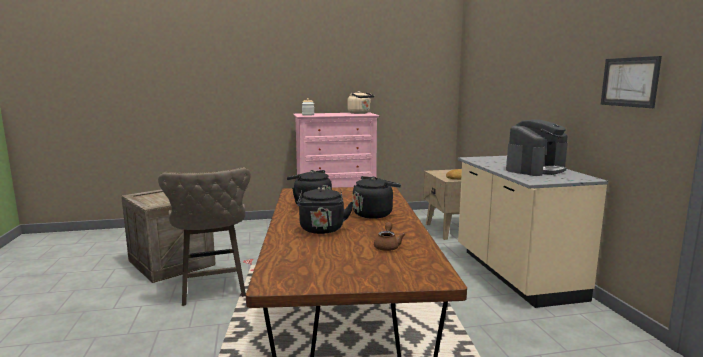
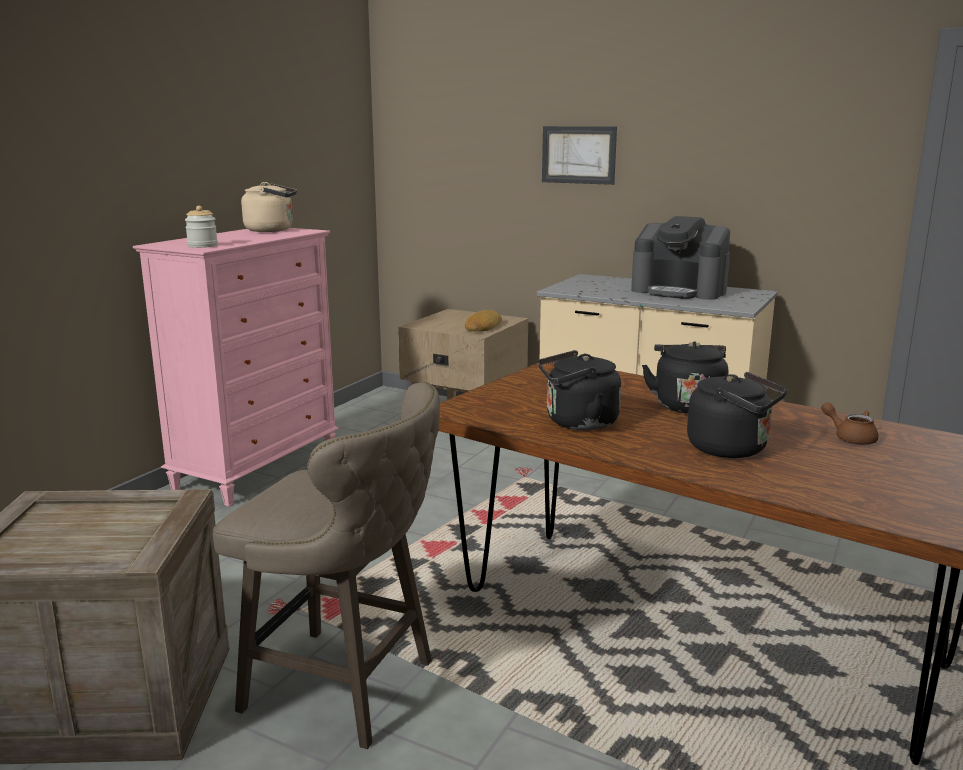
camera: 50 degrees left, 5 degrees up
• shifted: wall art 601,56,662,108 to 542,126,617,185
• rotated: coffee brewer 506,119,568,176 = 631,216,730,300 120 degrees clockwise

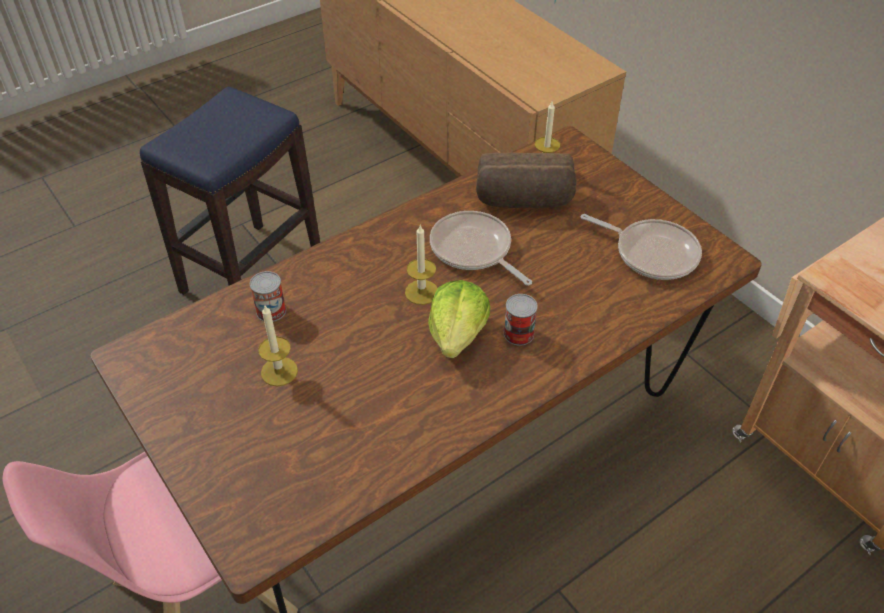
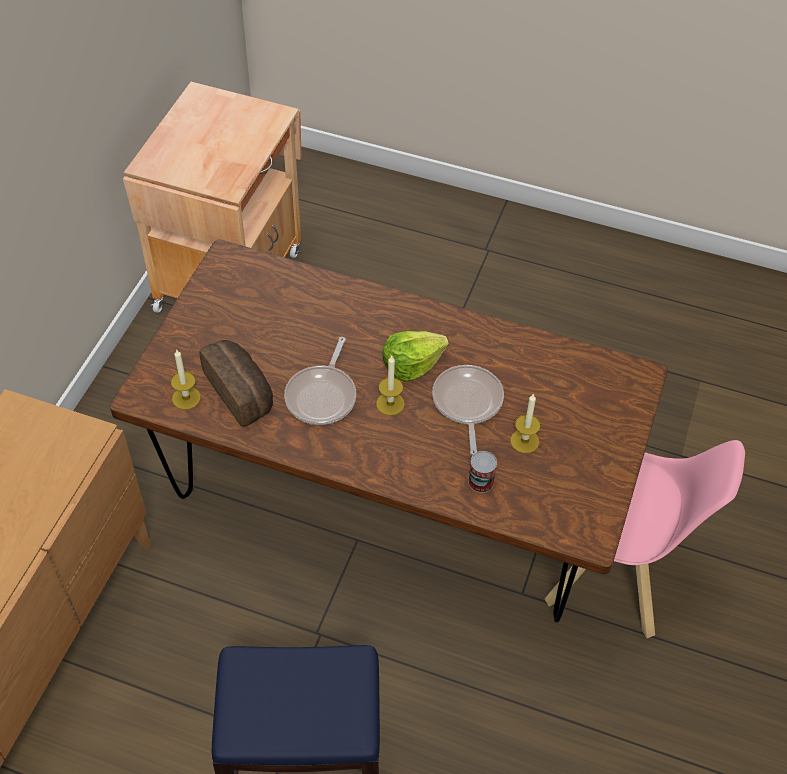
camera: 125 degrees left, 5 degrees up
• shifted: skillet 581,214,702,280 to 432,365,504,455
• gone: can 504,294,538,346

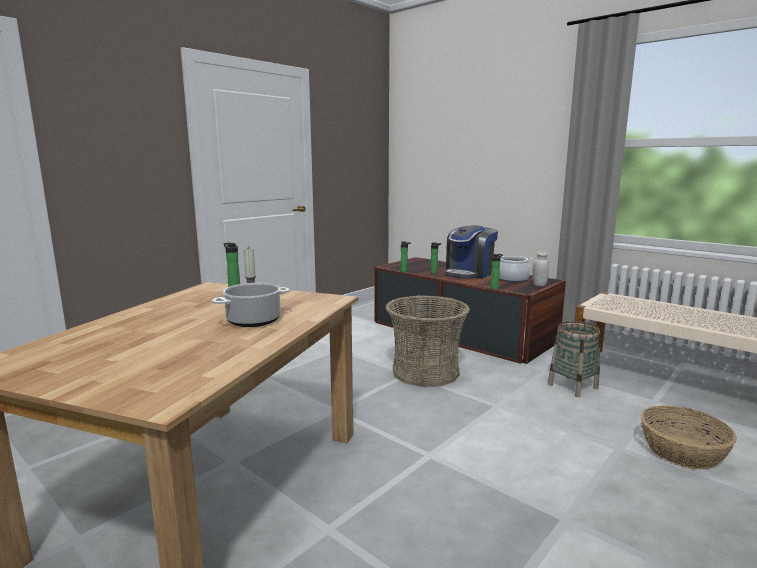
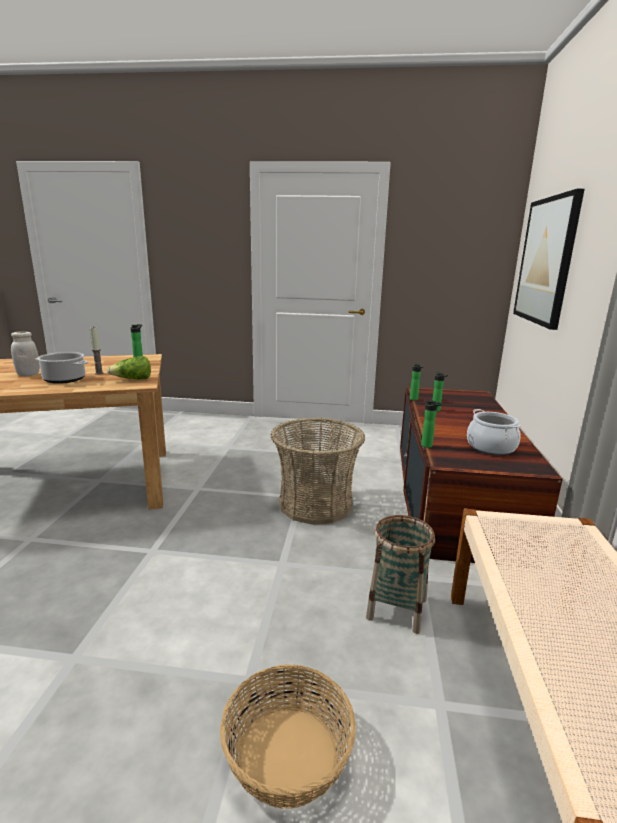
camera: 55 degrees right, 5 degrees up
• shifted: white-coloured storage jar 532,251,549,287 to 11,332,40,376
• new: head of lettuce 107,356,151,379
• new: wall art 513,189,585,330
• gone: coffee brewer 445,225,498,279

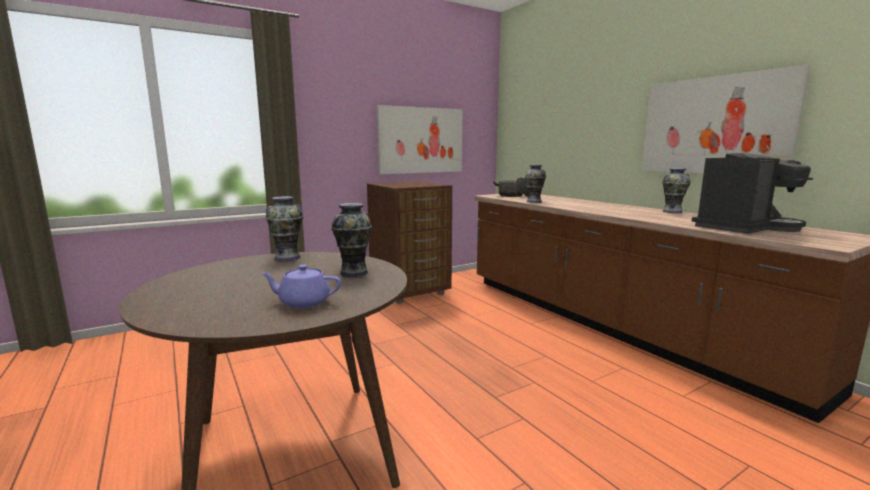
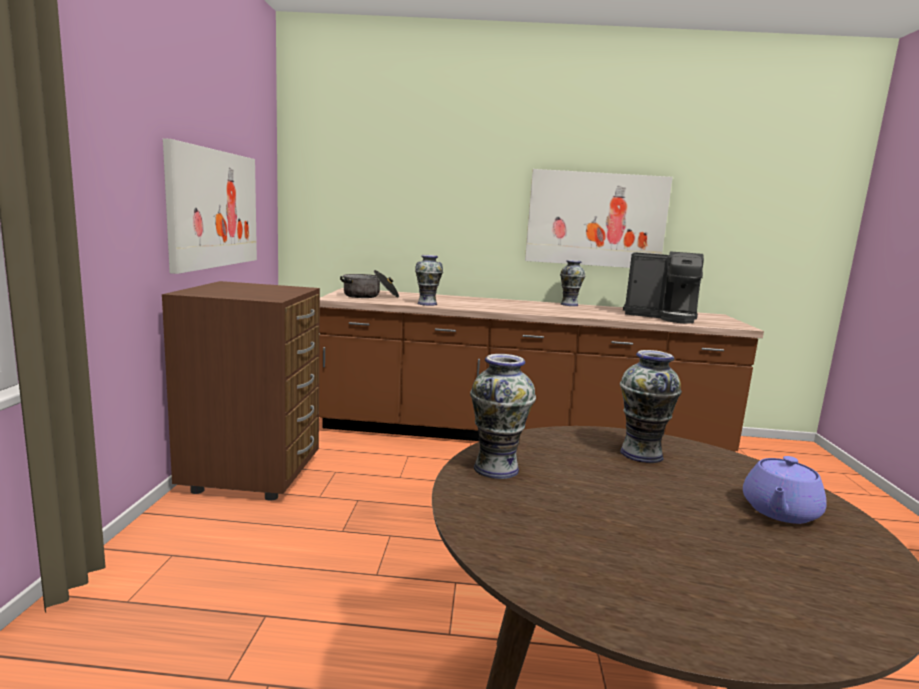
camera: 55 degrees left, 0 degrees up
• rotated: coffee brewer 691,153,813,234 = 623,251,704,324 105 degrees clockwise

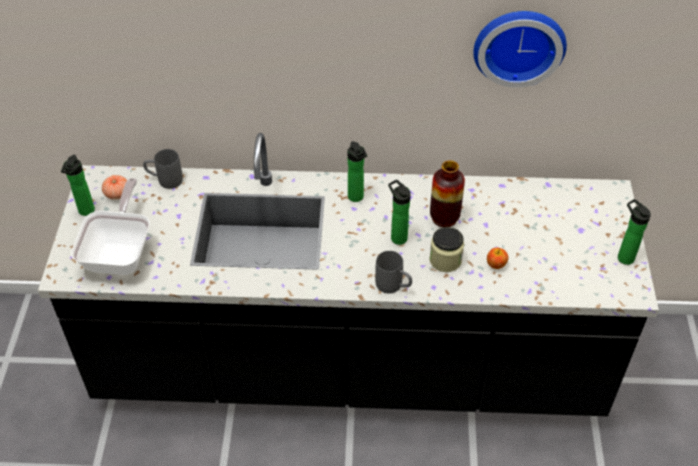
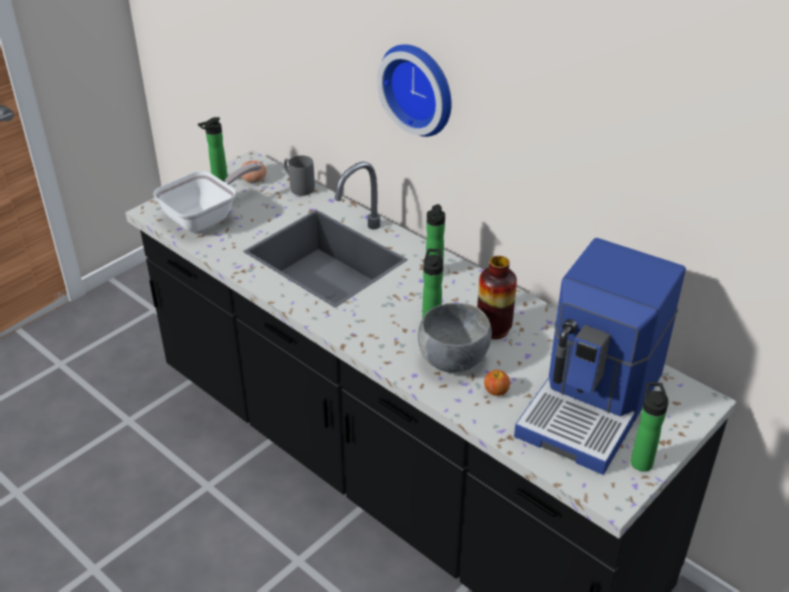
camera: 40 degrees right, 10 degrees down
• shifted: clock on the wall 473,11,567,88 to 377,45,451,137
• swapped: storage jar 429,227,464,272 to grey bowl 418,303,492,373
• new: coffee brewer 514,238,686,475
• gone: grey tea mug 375,251,412,293

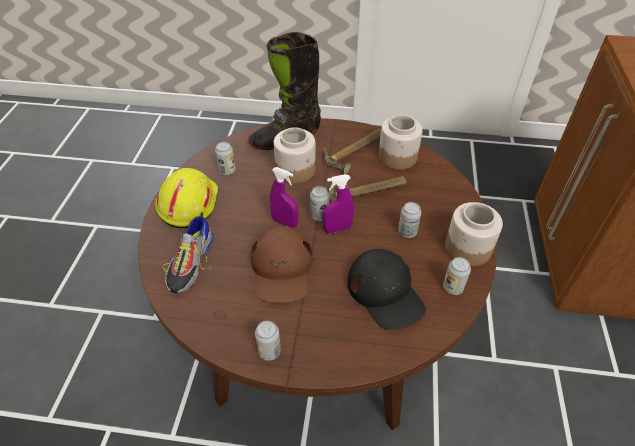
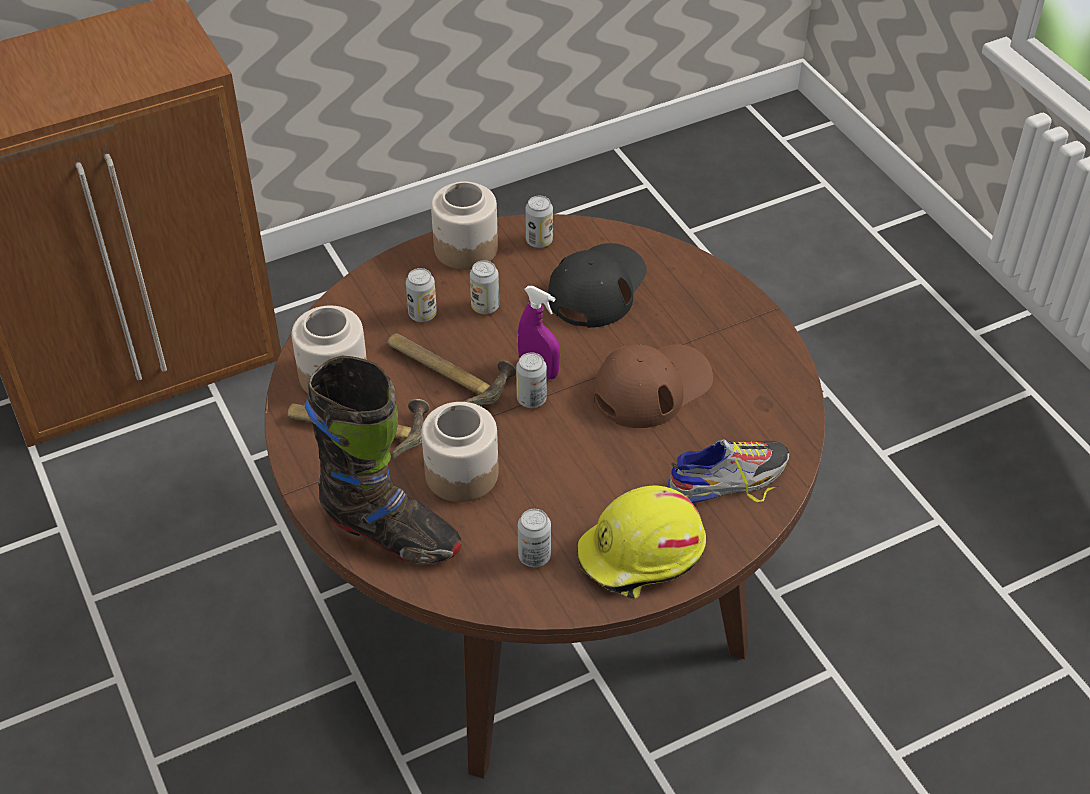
camera: 125 degrees left, 0 degrees up
• shifted: can 255,321,281,361 to 406,268,437,322
• gone: purple-coloured spray bottle 270,167,298,228

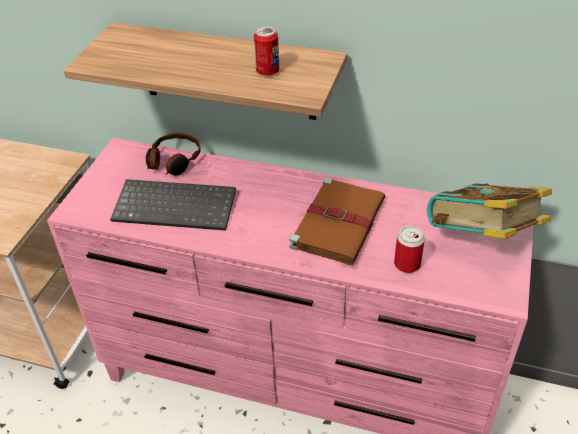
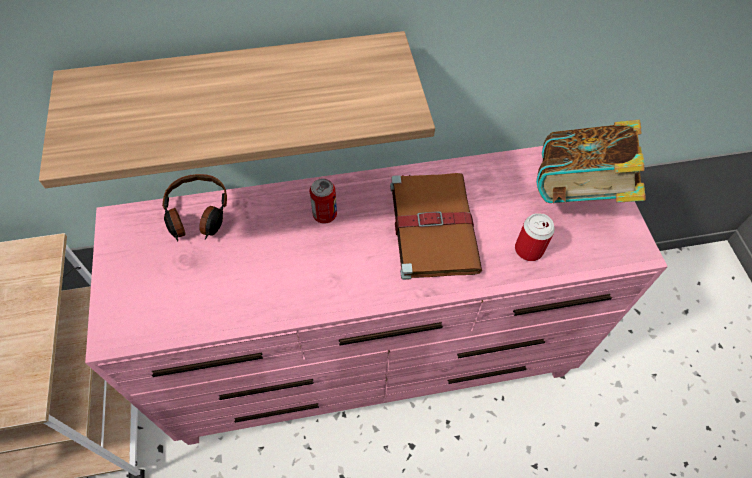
camera: 30 degrees left, 15 degrees up
• shifted: can 254,26,279,76 to 310,179,337,223
• gone: computer keyboard 110,179,236,231

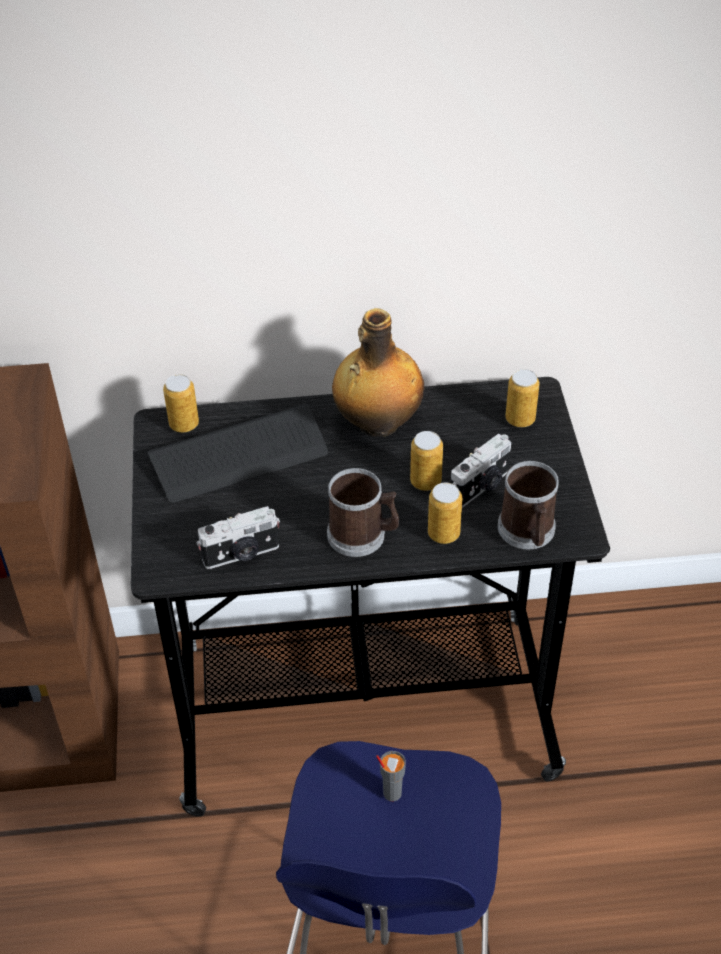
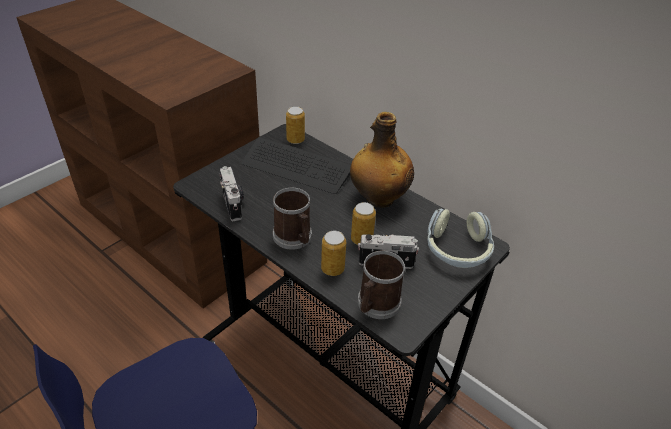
camera: 45 degrees right, 5 degrees down
• rotated: photo camera 197,506,280,569 = 219,166,244,221 135 degrees counterclockwise
• swapped: can 505,369,540,427 to headphones 427,209,494,268
• gone: grey cup 376,751,406,801

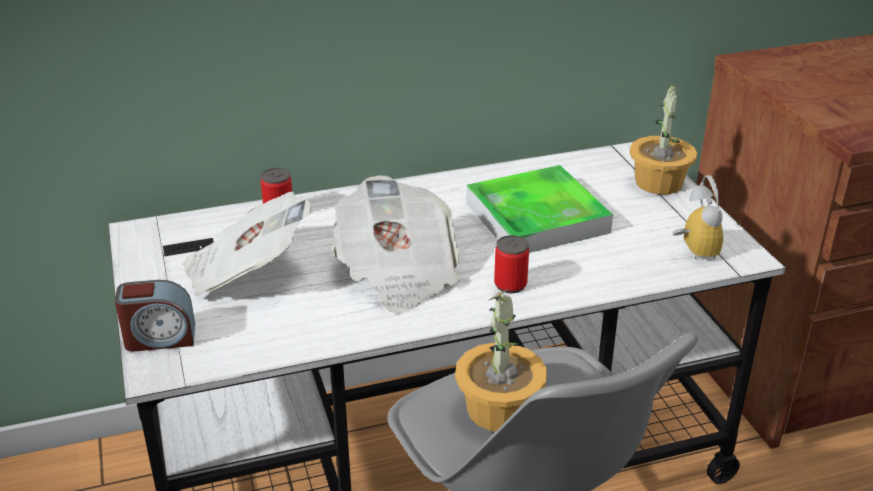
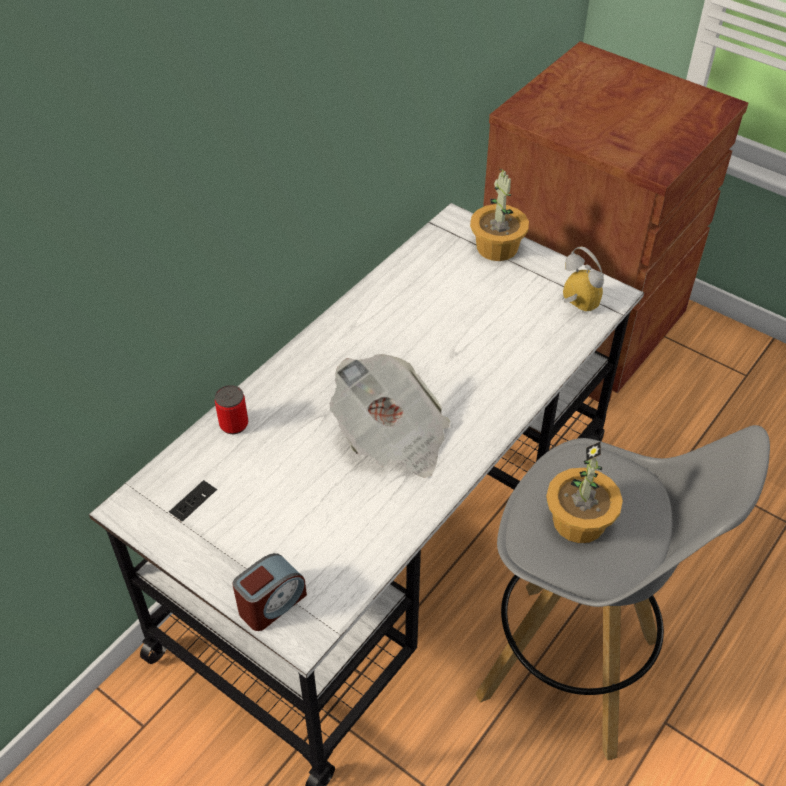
camera: 35 degrees left, 15 degrees up
• gone: daily paper 183,192,311,296
• gone: carrying tray 466,165,613,253
• gone: can 494,235,529,293

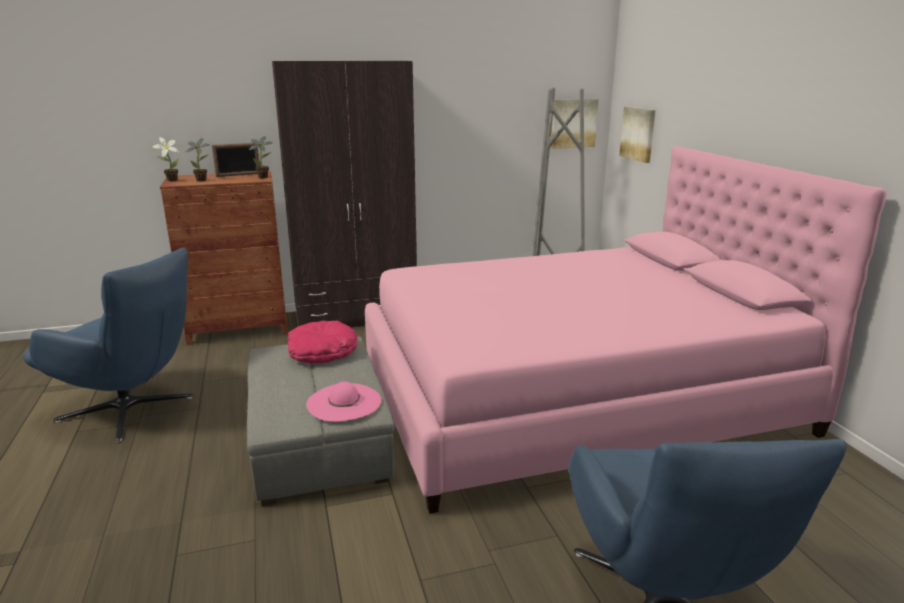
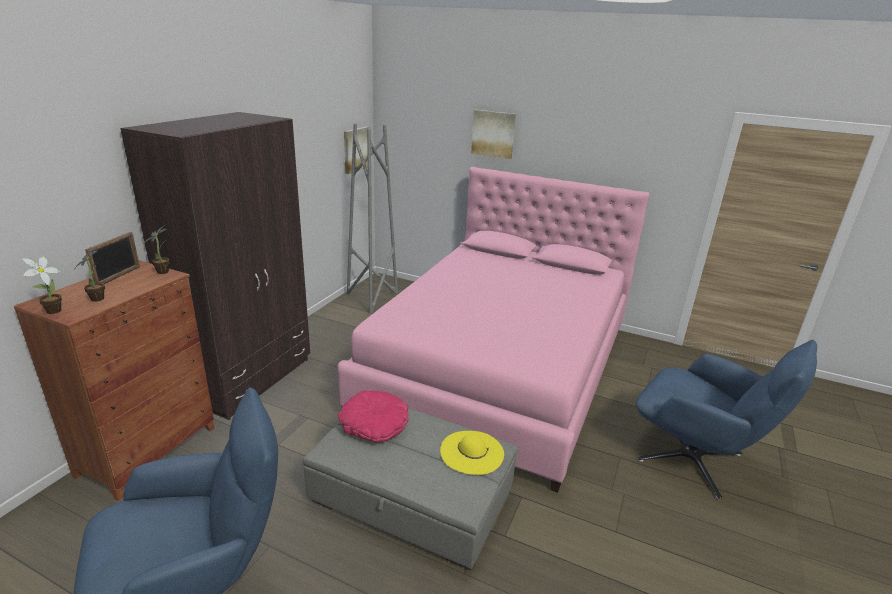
camera: 50 degrees left, 5 degrees up
• repainted: pink-coloured wearable hat 306,382,382,422 to yellow wearable hat 440,431,504,475
• shifted: wall art 619,107,655,163 to 471,110,516,159

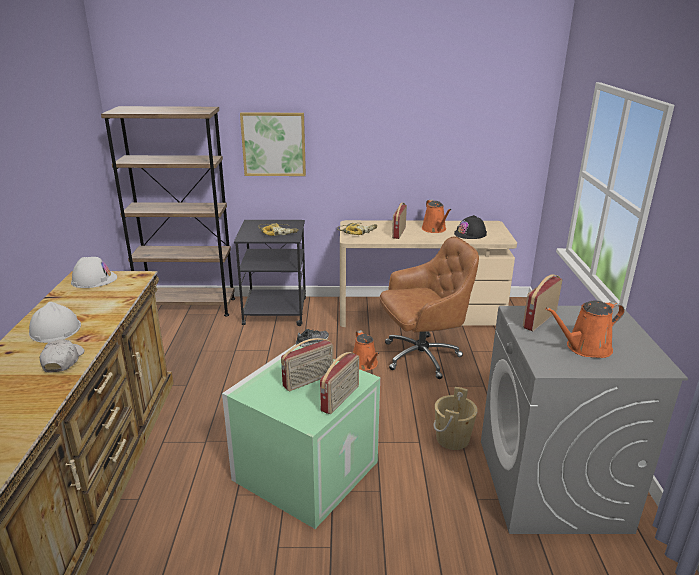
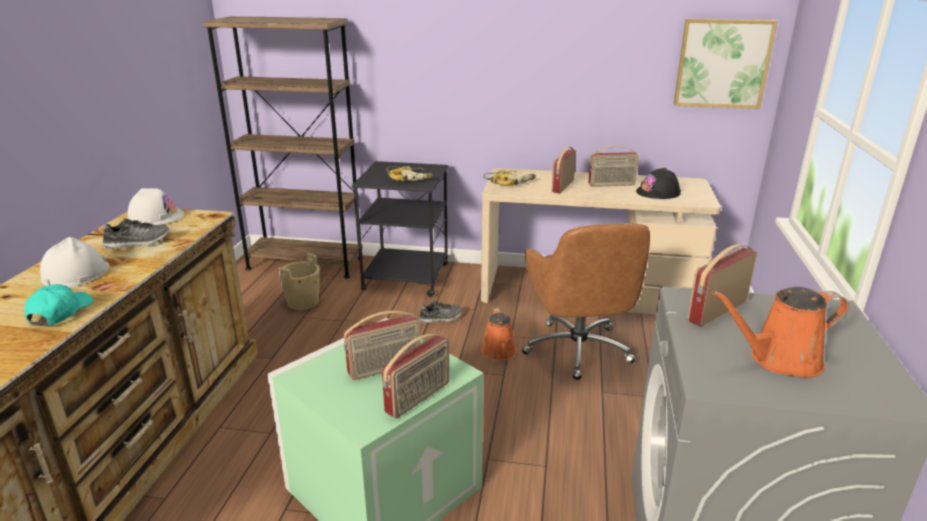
camera: 10 degrees right, 0 degrees up
• repainted: white-coloured cap 40,339,85,372 to blue-green cap 25,284,94,326
• new: low shoe 103,219,170,250
• shifted: sand-coloured pail 433,387,478,450 to 279,253,320,310
• rotated: brown-coloured office chair 380,237,479,379 = 522,223,650,380 90 degrees clockwise
• swapped: orange watering can 422,200,452,233 to radio 588,146,639,187
• shifted: wall art 240,112,306,176 to 674,19,778,109

